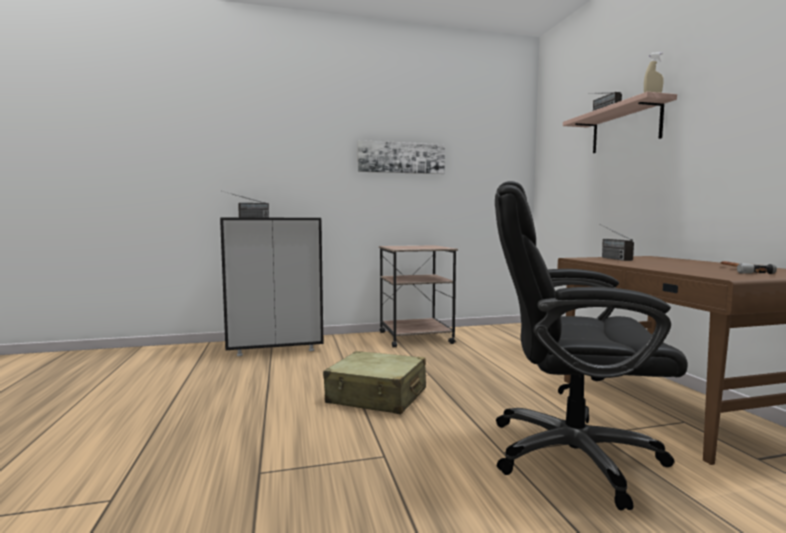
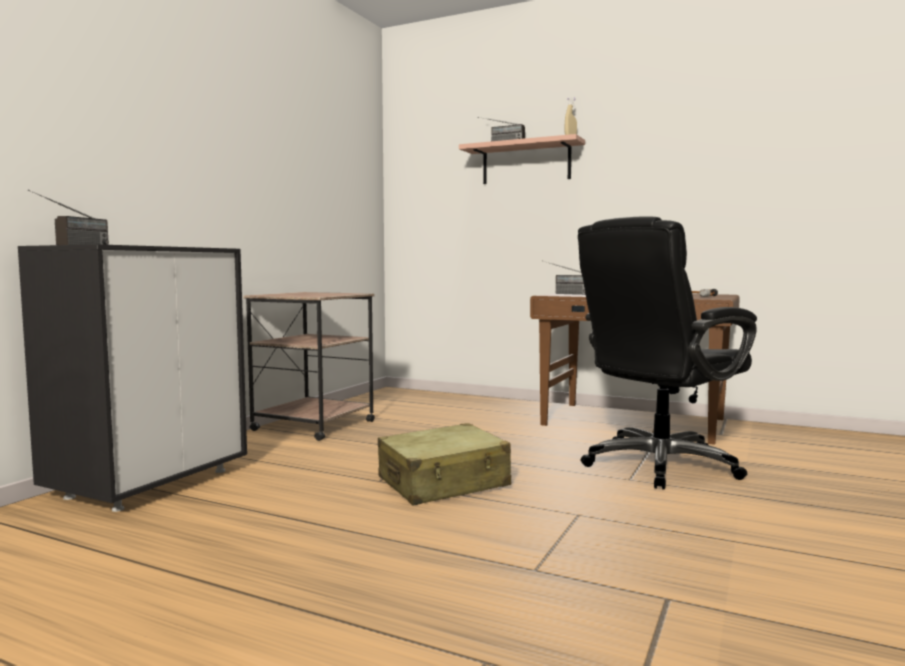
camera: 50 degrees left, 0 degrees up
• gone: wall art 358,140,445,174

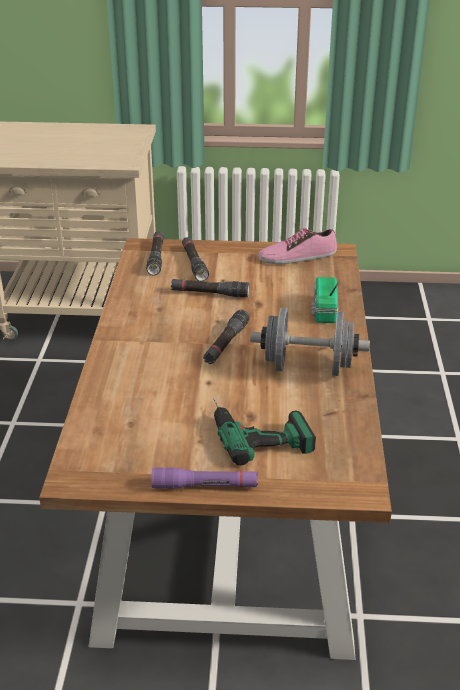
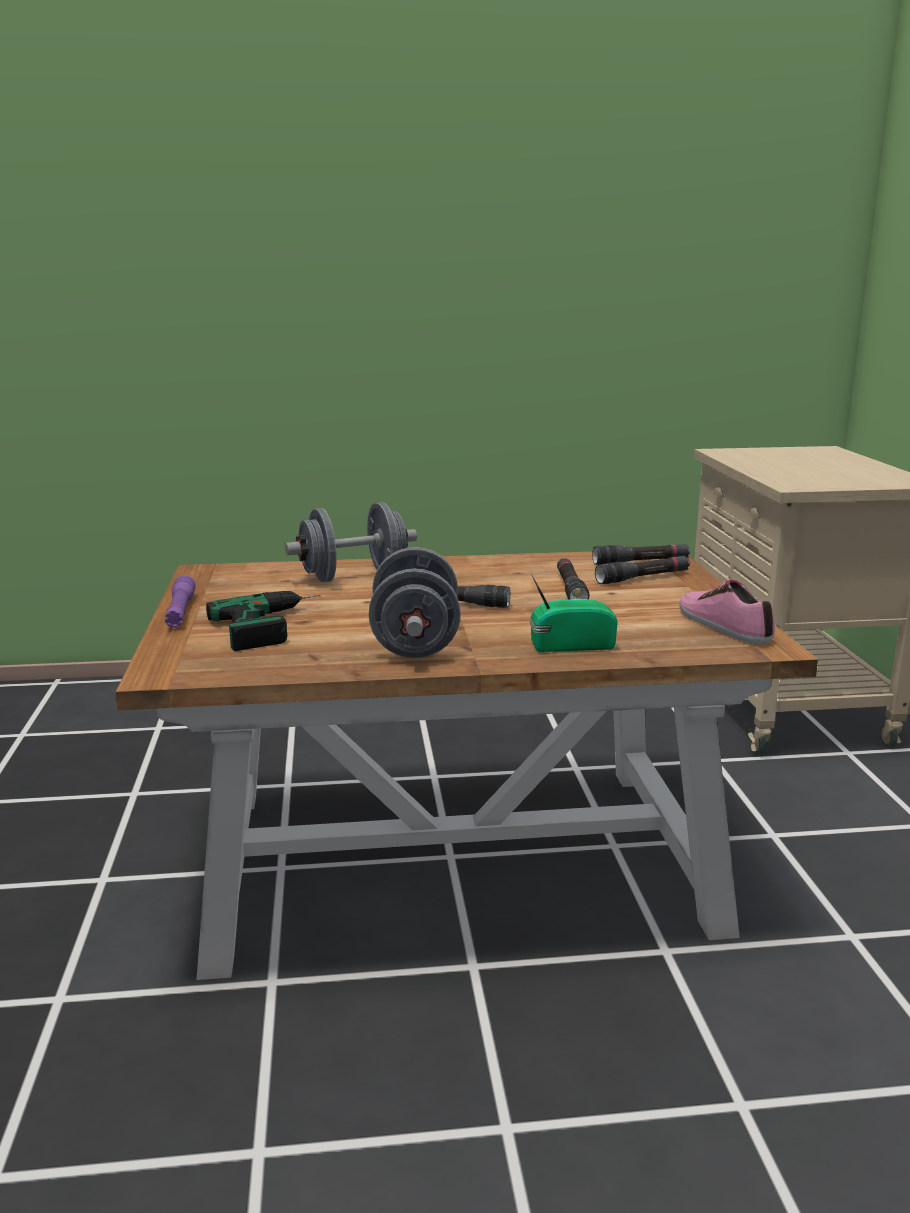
camera: 80 degrees right, 15 degrees down
• new: grey hand weight 285,502,417,582

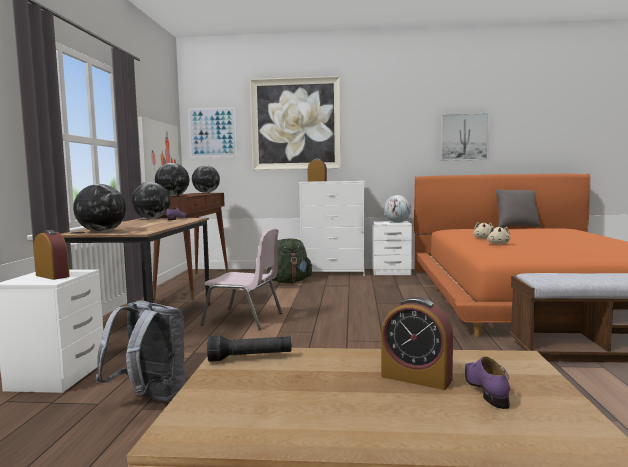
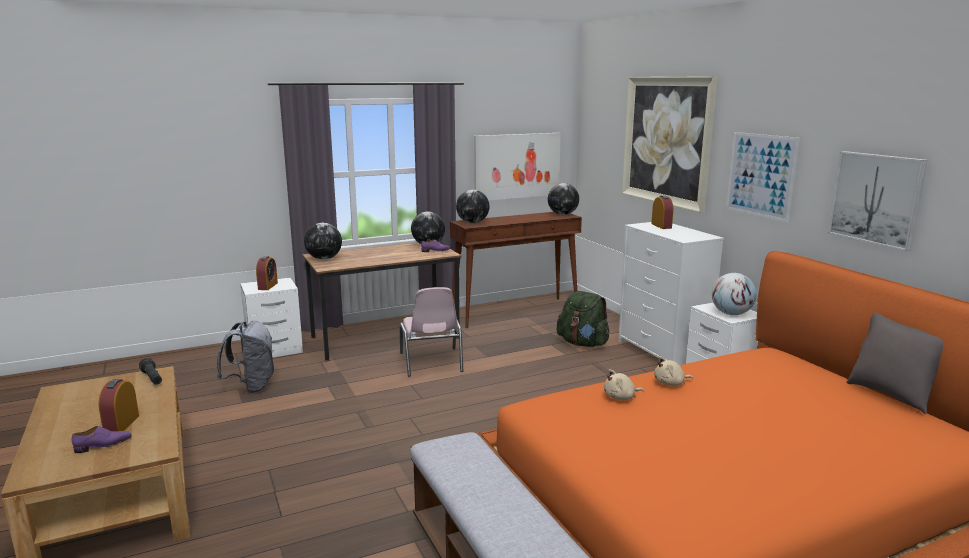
camera: 60 degrees right, 10 degrees up
• shifted: wall art 188,107,237,158 to 726,132,800,222

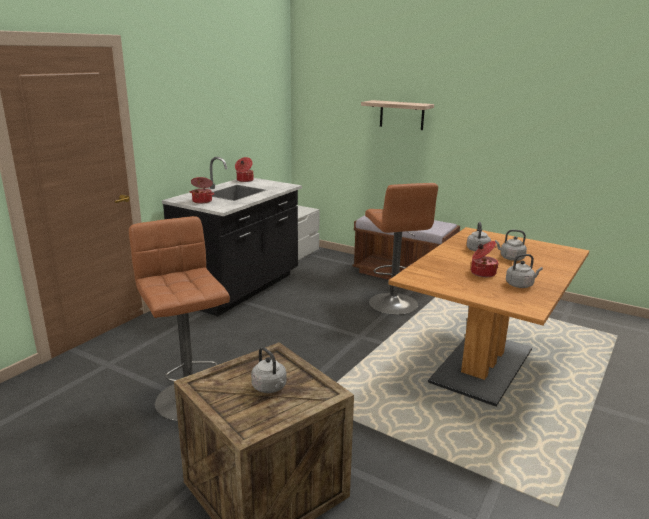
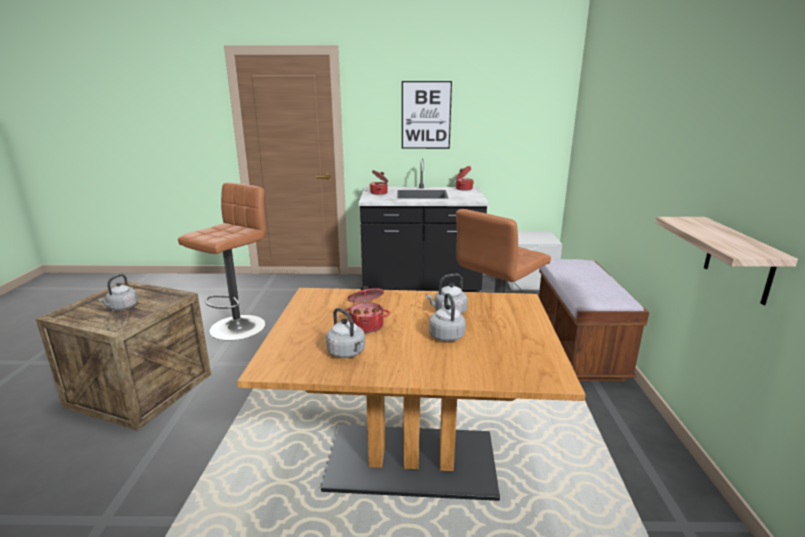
camera: 60 degrees right, 0 degrees up
• new: wall art 402,81,452,149
• shifted: shelf 361,100,434,130 to 655,217,798,305

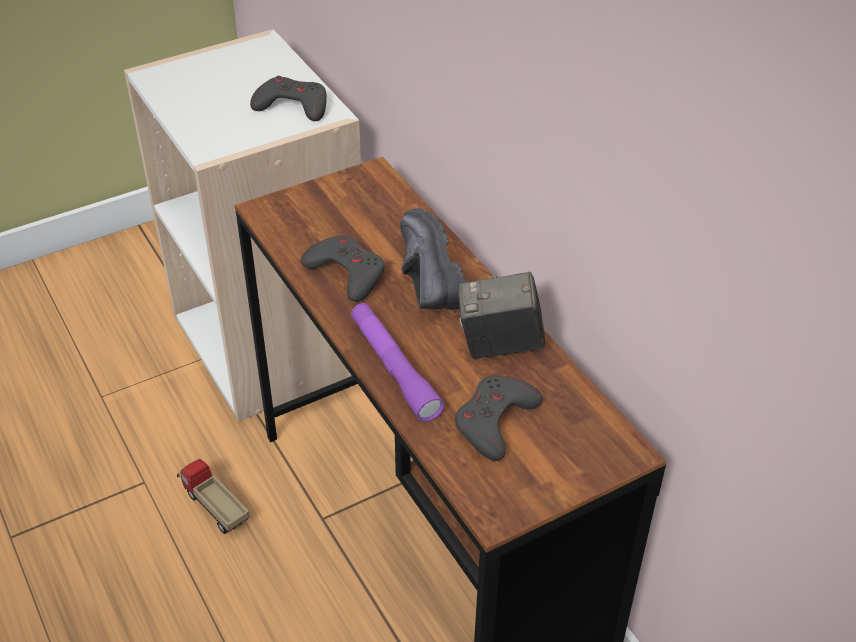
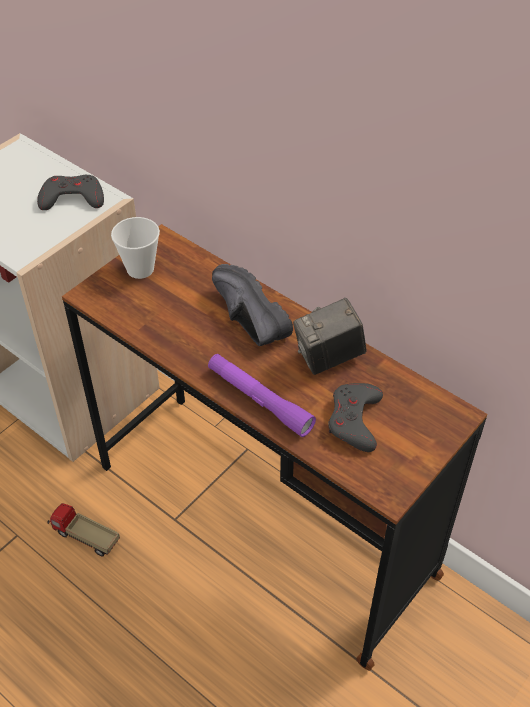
camera: 20 degrees left, 5 degrees up
• new: cup 111,217,160,279
• gone: grey gamepad 301,235,385,302

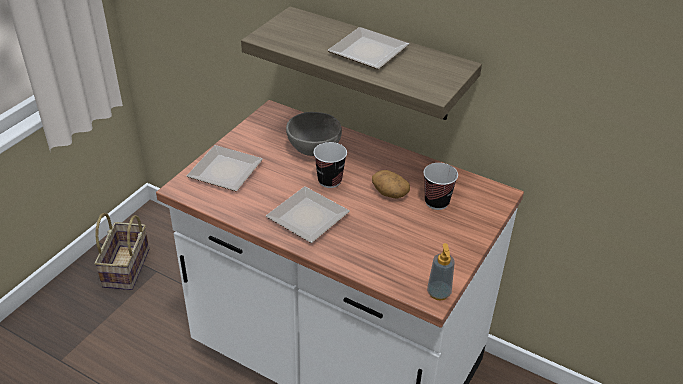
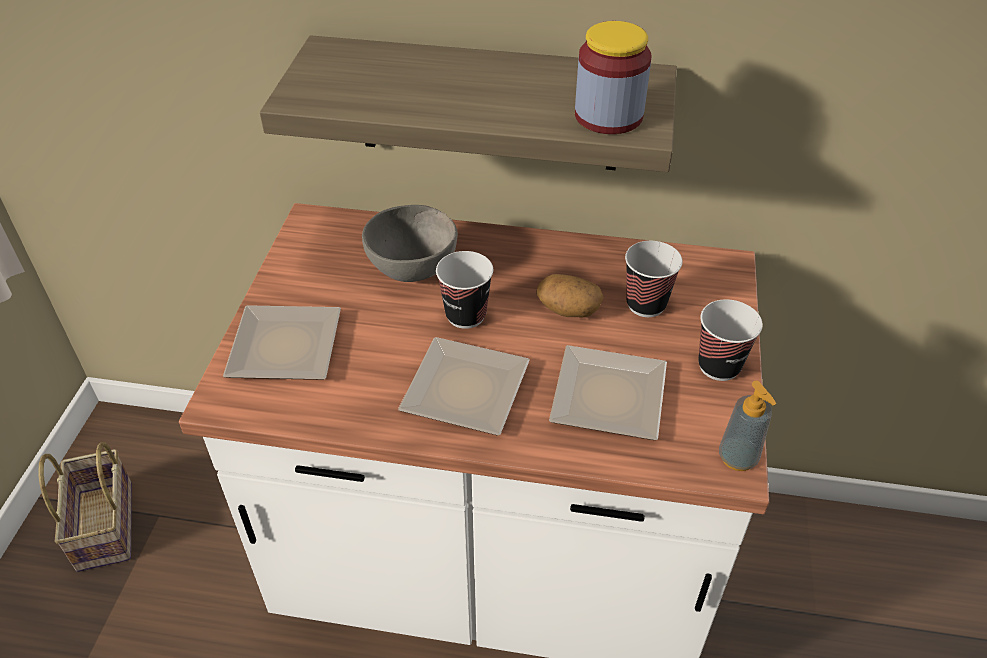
camera: 20 degrees left, 5 degrees up
• shifted: flat dish 327,27,409,69 to 549,345,667,440
• new: storage jar 575,21,652,134
• new: cup 698,299,763,381

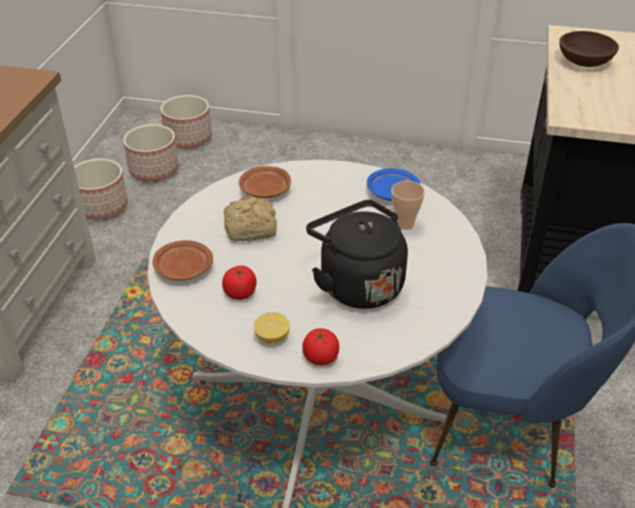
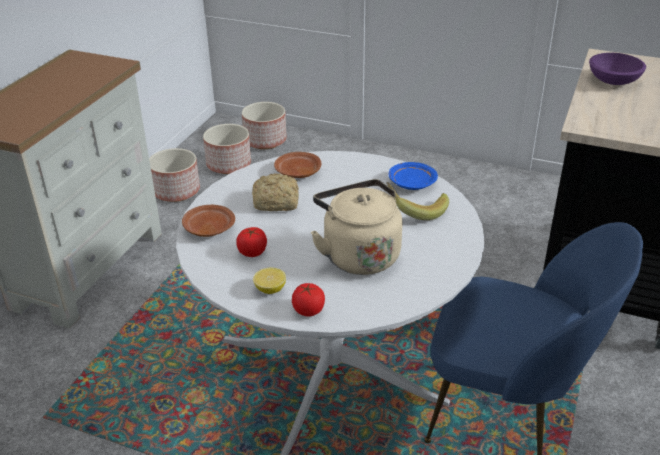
camera: 10 degrees right, 5 degrees down
• repainted: black-coloured tea kettle 306,200,408,309 to sand-coloured tea kettle 311,179,403,275
• swapped: cup 391,181,425,230 to banana 386,182,449,220
• repainted: brown-coloured bowl 559,31,619,67 to purple-coloured bowl 589,53,646,85

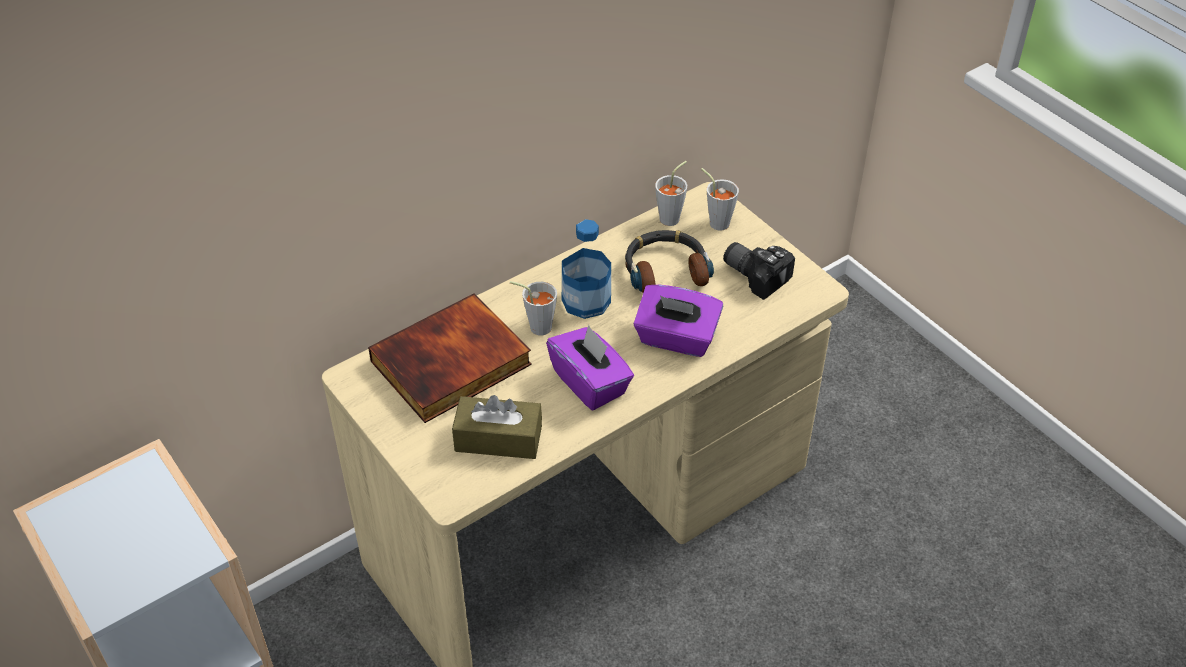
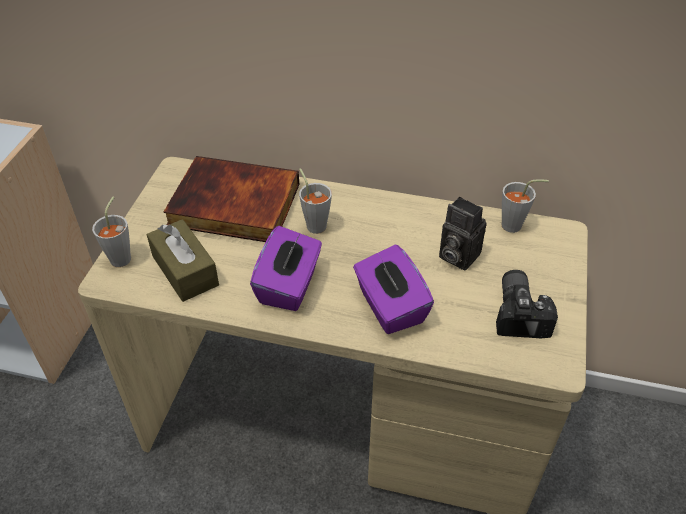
camera: 50 degrees right, 0 degrees up
• shifted: grey cup 701,168,739,231 to 92,197,131,267
• swapped: headphones 625,230,714,293 to photo camera 439,197,487,271
• gone: drink bottle 562,219,611,319

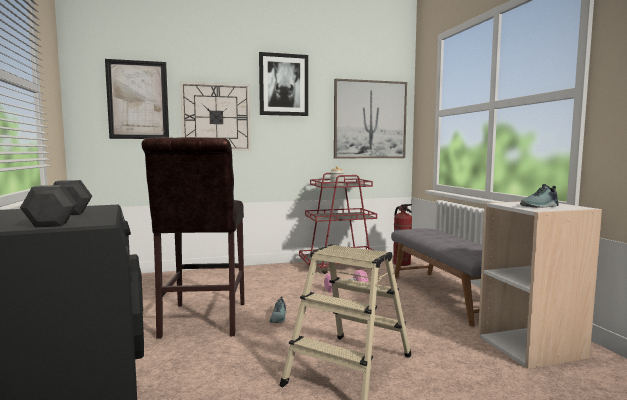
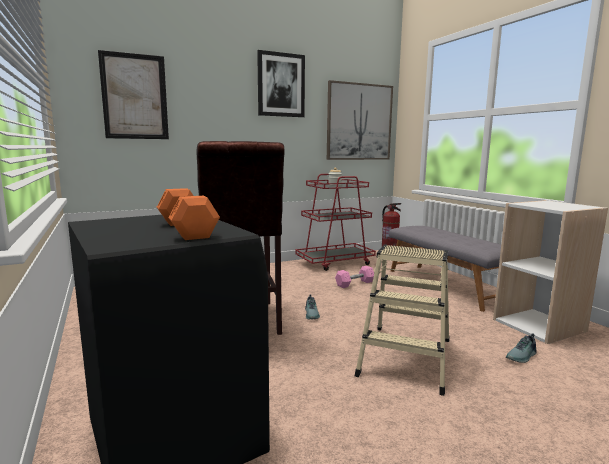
camera: 10 degrees left, 5 degrees up
• repainted: grey hand weight 20,180,92,227 to orange hand weight 157,188,220,240
• shifted: low shoe 520,184,559,208 to 506,333,537,363
• gone: clock on the wall 180,82,251,151

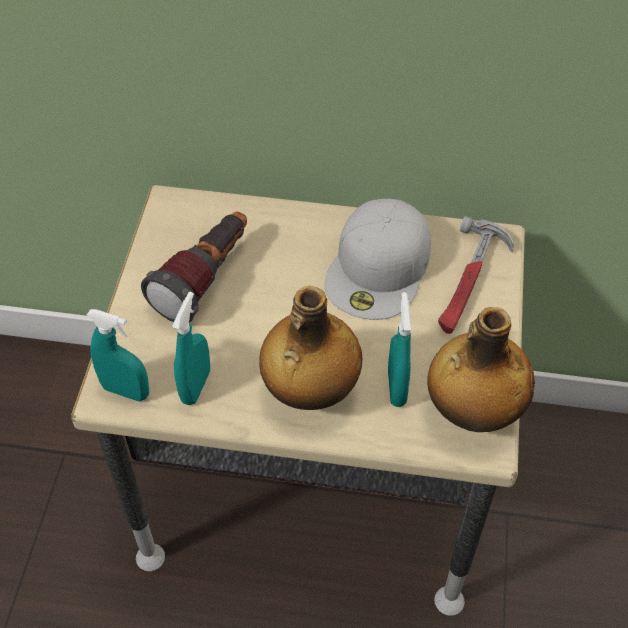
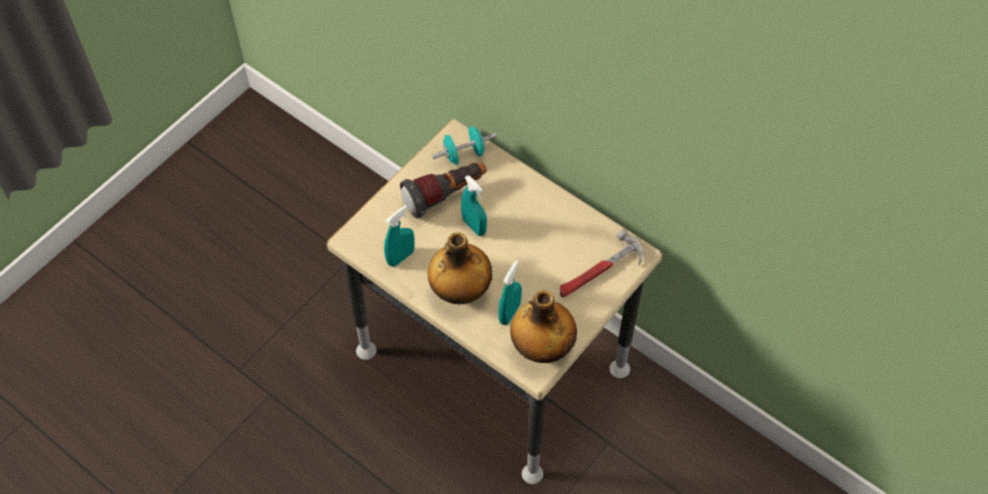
camera: 30 degrees right, 5 degrees up
• new: blue-green hand weight 432,126,496,165
• shifted: blue-green spray bottle 87,309,149,402 to 461,175,487,236
• gone: white-coloured cap 324,199,431,320

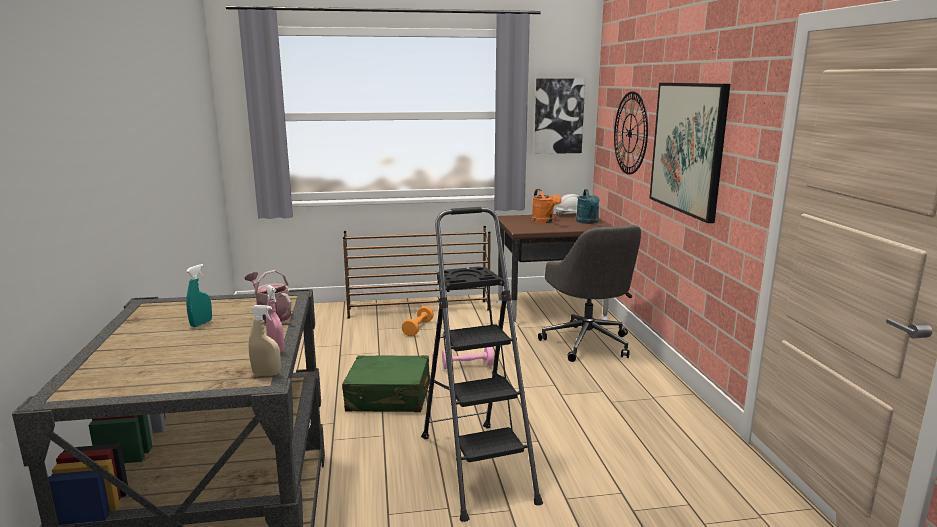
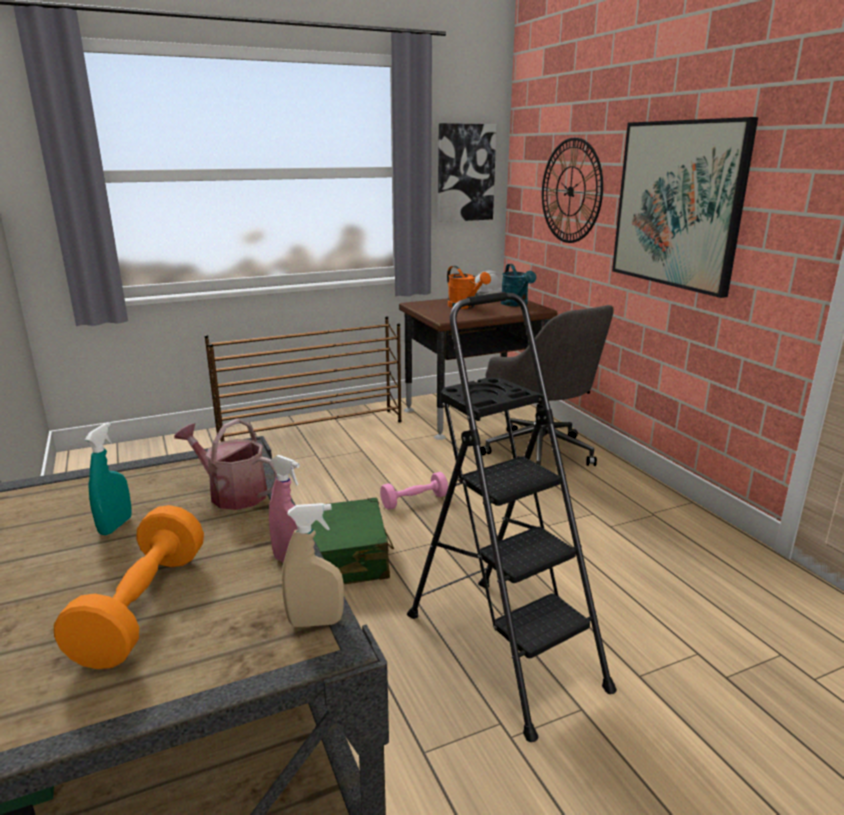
camera: 15 degrees left, 5 degrees up
• shifted: orange hand weight 402,306,434,336 to 54,505,204,669

